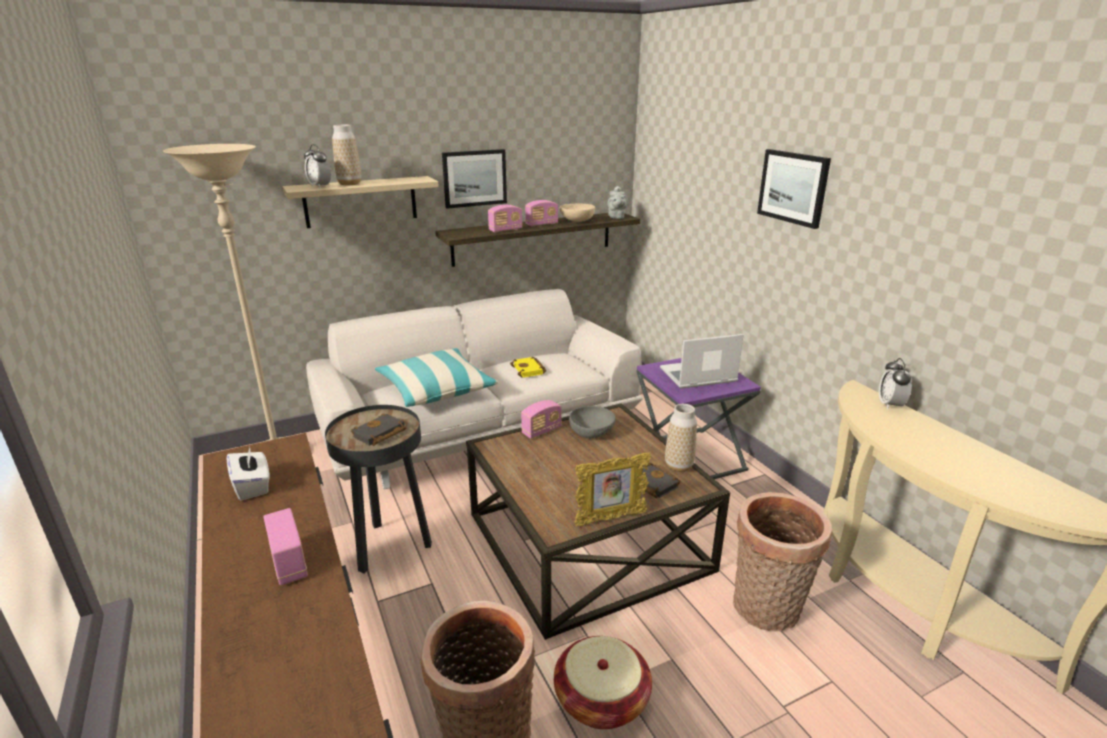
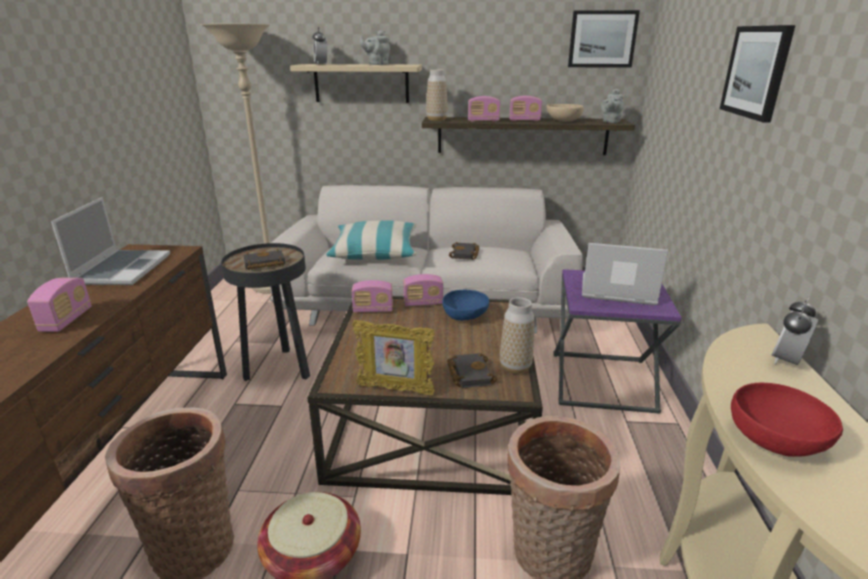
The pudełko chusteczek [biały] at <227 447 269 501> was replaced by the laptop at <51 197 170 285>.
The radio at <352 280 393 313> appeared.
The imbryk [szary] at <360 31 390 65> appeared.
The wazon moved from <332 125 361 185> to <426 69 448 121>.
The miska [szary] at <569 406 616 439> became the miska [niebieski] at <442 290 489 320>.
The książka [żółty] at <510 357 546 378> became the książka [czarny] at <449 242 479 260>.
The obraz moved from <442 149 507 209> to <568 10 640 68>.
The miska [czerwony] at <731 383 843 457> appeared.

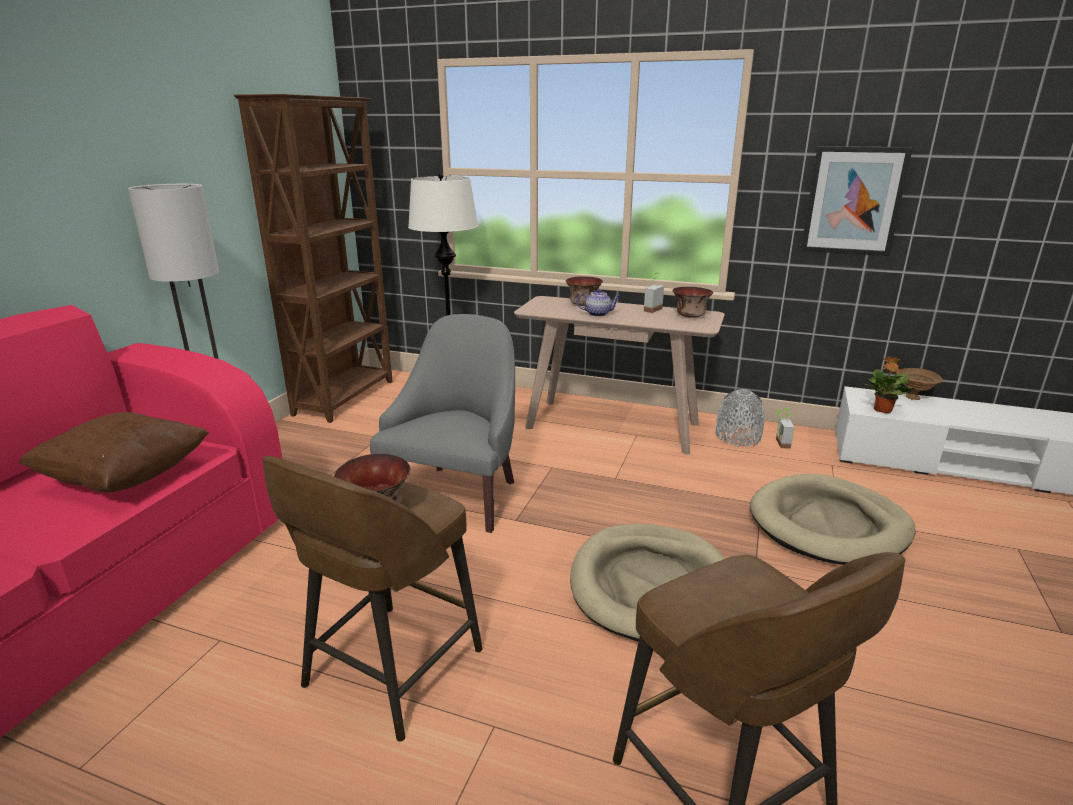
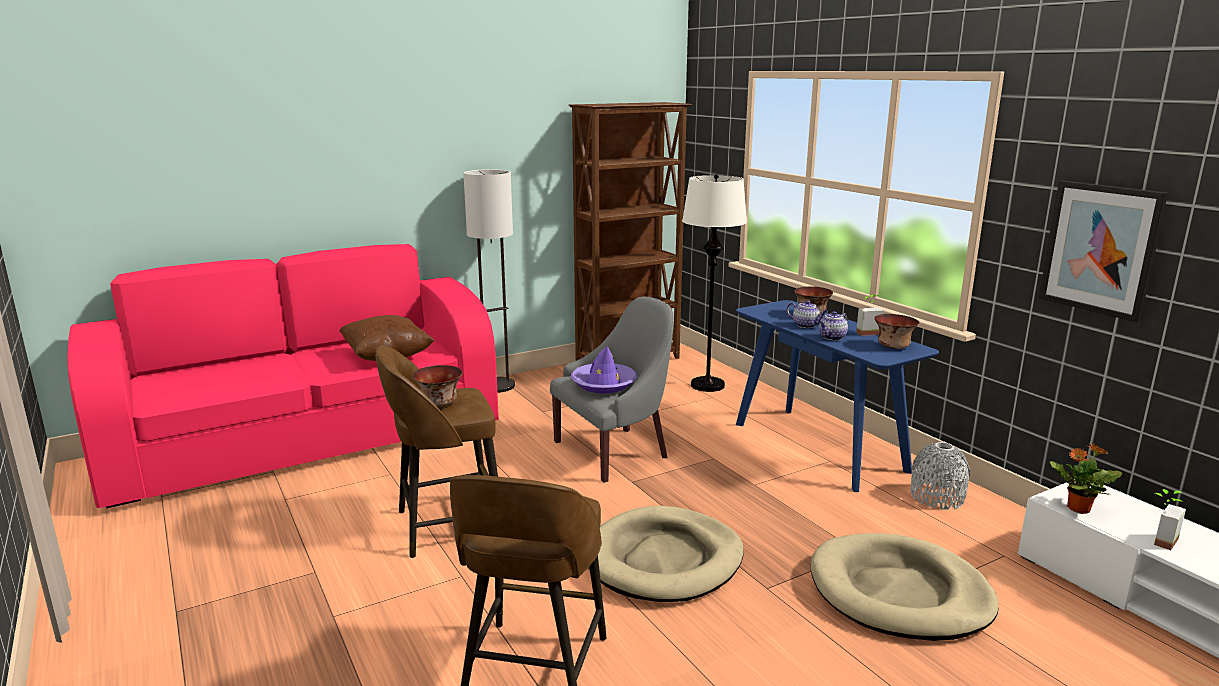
The kapelusz [fioletowy] at <571 346 637 393> appeared.
The stolik konsolowy [beżowy] at <514 296 725 455> became the stolik konsolowy [niebieski] at <736 300 939 492>.
The imbryk at <819 311 848 340> appeared.
The roślina doniczkowa moved from <775 408 795 449> to <1154 489 1186 550>.
The miska [brązowy] at <896 368 942 400> disappeared.

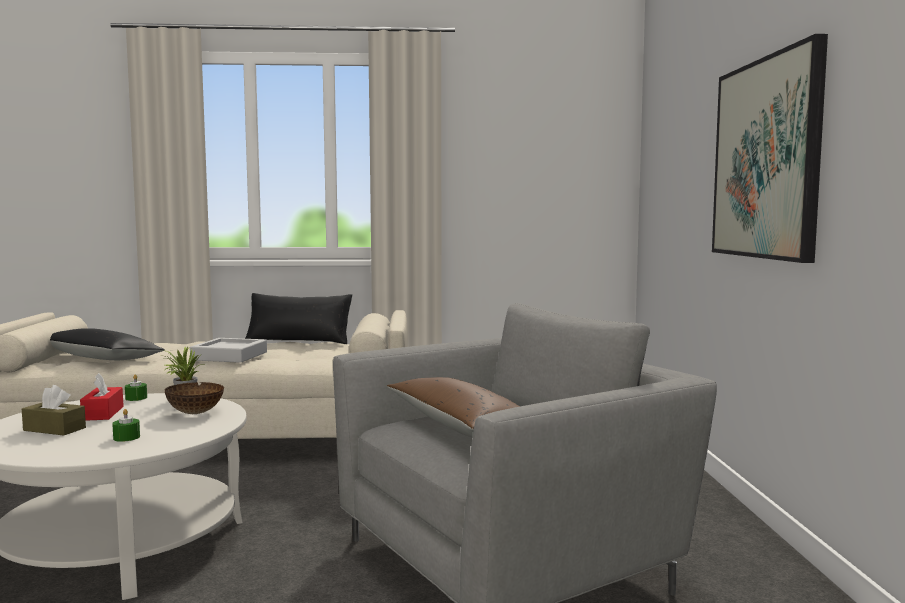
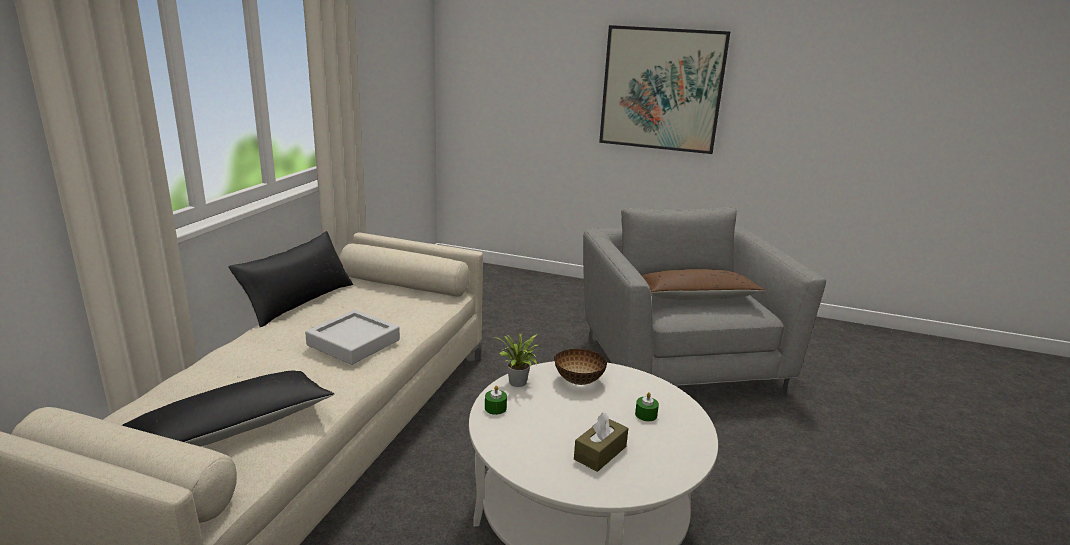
The pudełko chusteczek [czerwony] at <80 373 124 421> disappeared.

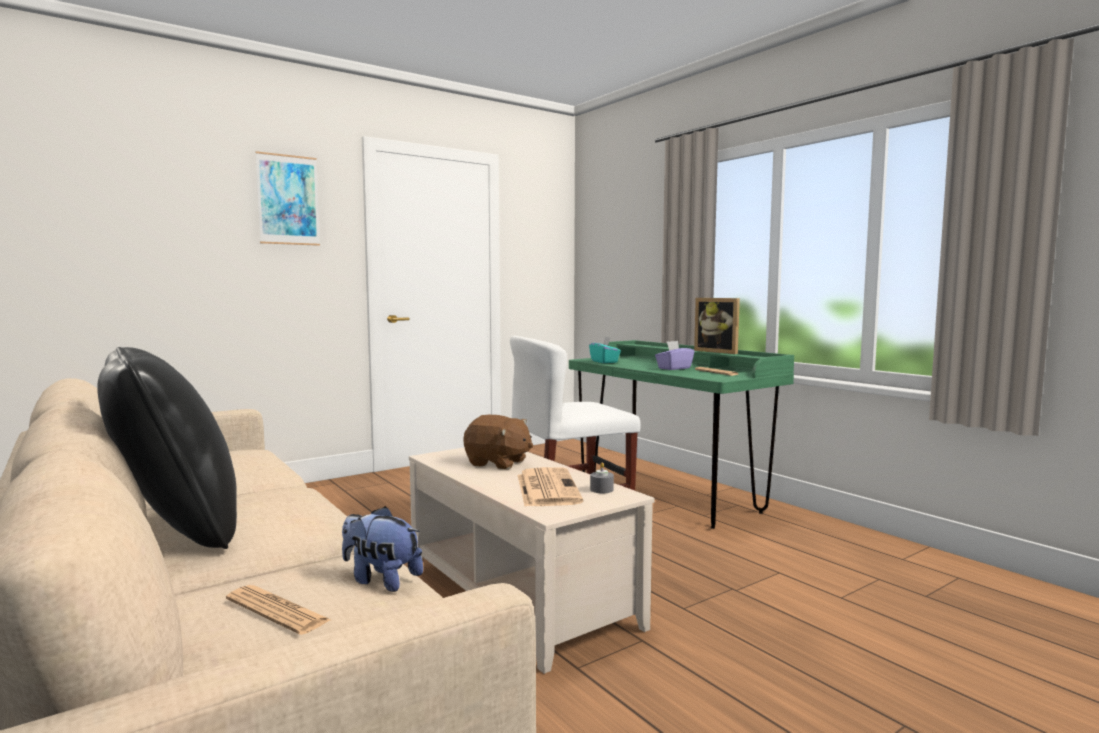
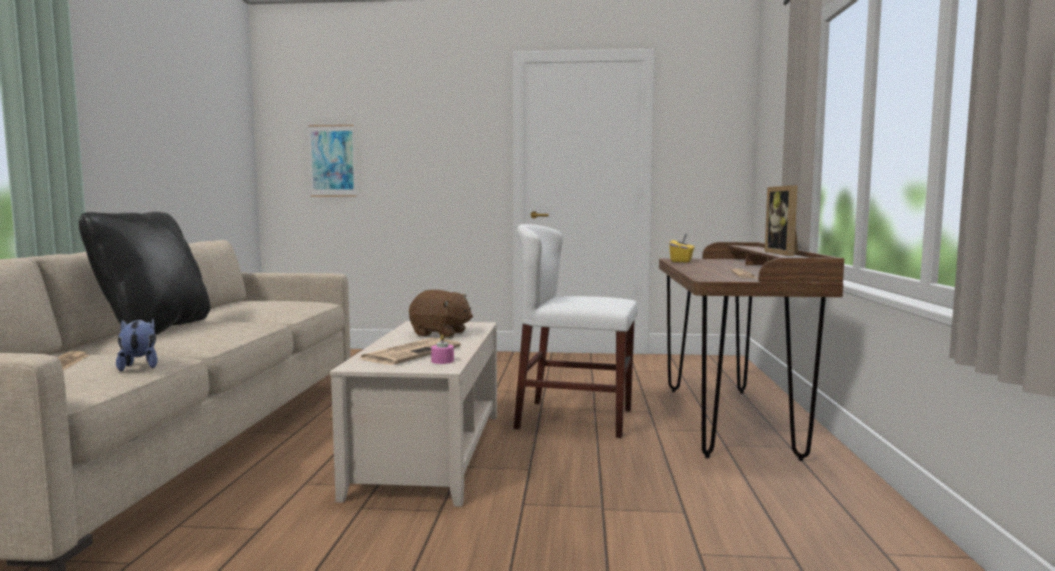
The obraz moved from <255 151 320 246> to <308 125 357 197>.
The pluszak [brązowy] at <463 415 533 470> turned 45 degrees counterclockwise.
The świeca [szary] at <590 462 614 493> became the świeca [różowy] at <431 335 454 364>.
The biurko [zielony] at <569 340 794 529> became the biurko [brązowy] at <659 242 844 461>.
The pudełko chusteczek [turkusowy] at <589 337 621 363> became the pudełko chusteczek [żółty] at <669 234 695 262>.
The pudełko chusteczek [fioletowy] at <655 341 694 370> disappeared.

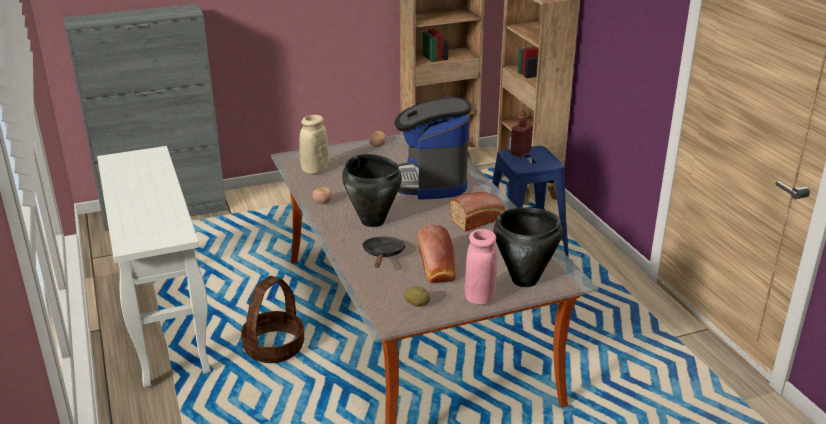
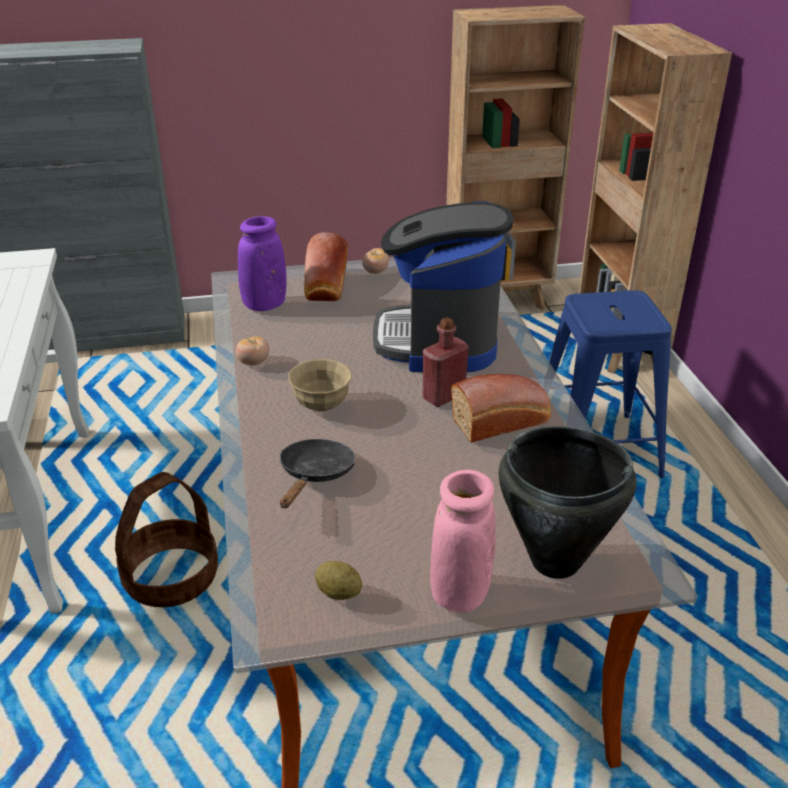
The wazon [beżowy] at <299 115 329 174> became the wazon [fioletowy] at <238 216 287 311>.
The garnek [czarny] at <342 154 402 227> was replaced by the miska [beżowy] at <288 359 352 411>.
The chleb moved from <417 225 456 283> to <304 232 348 301>.
The butelka [czerwony] moved from <511 111 533 157> to <423 317 469 407>.

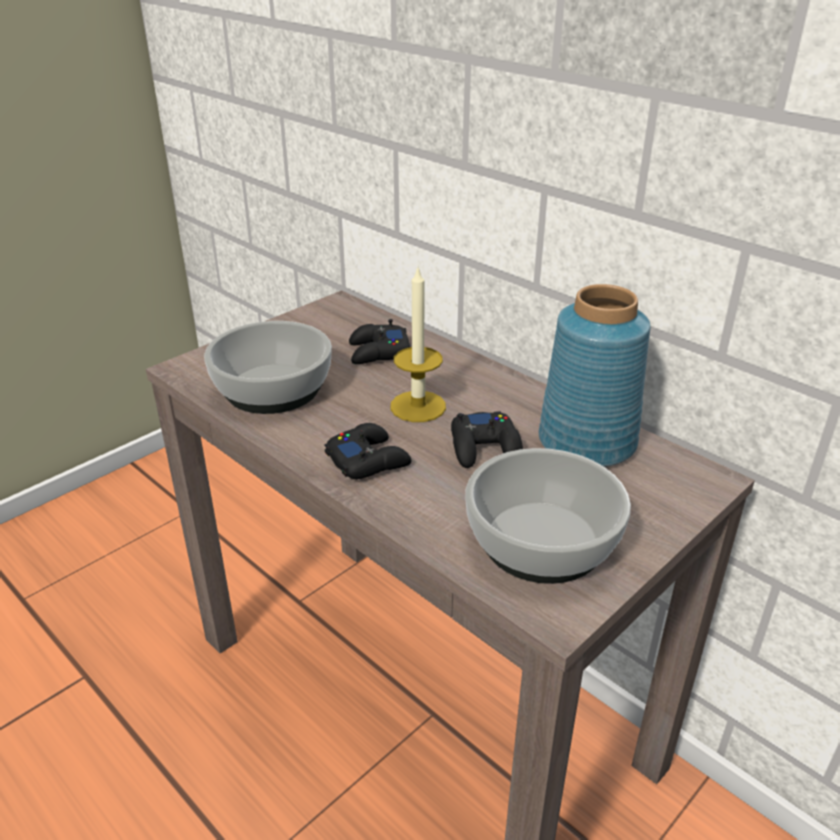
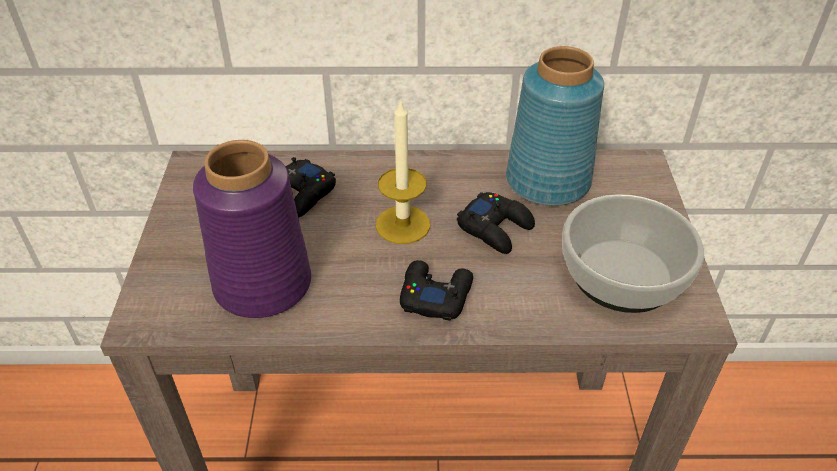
The miska at <204 321 332 414> was replaced by the wazon [fioletowy] at <193 140 311 318>.

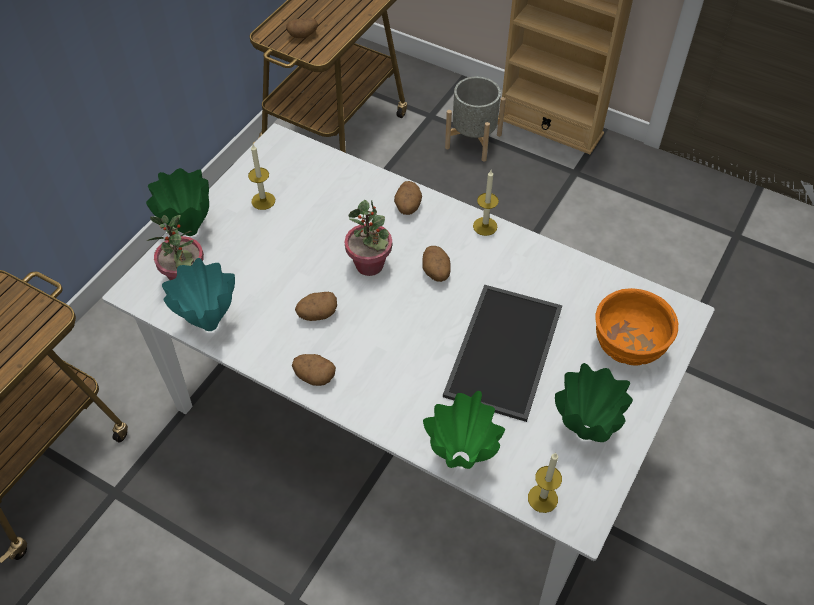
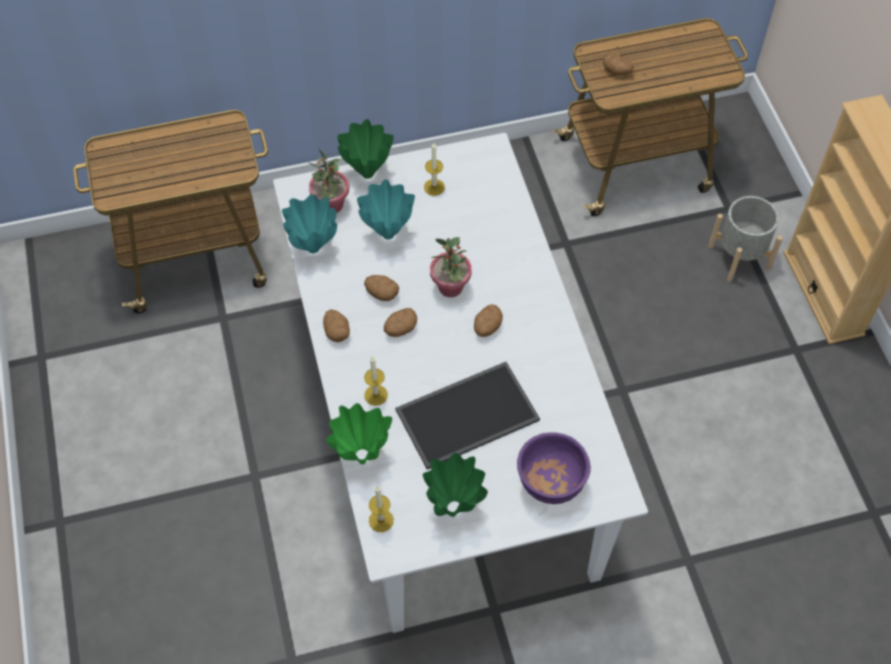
The wazon [turkusowy] at <357 179 415 240> appeared.
The świeca moved from <473 170 499 236> to <364 356 388 406>.
The ziemniak moved from <394 181 422 215> to <384 308 417 337>.
The miska [pomarańczowy] at <595 288 678 365> became the miska [fioletowy] at <517 432 591 504>.

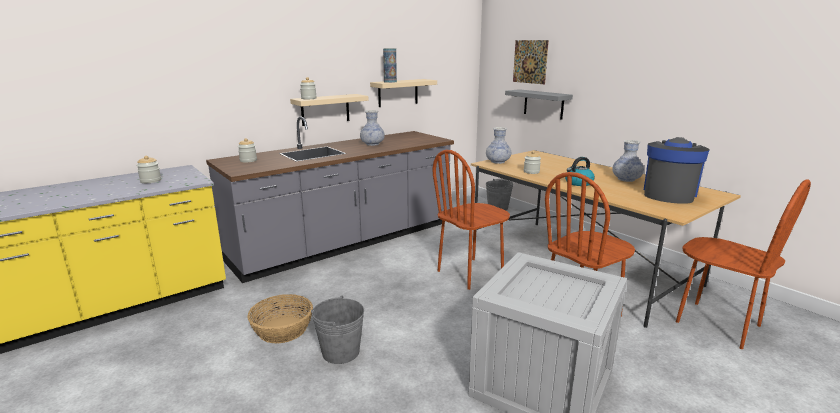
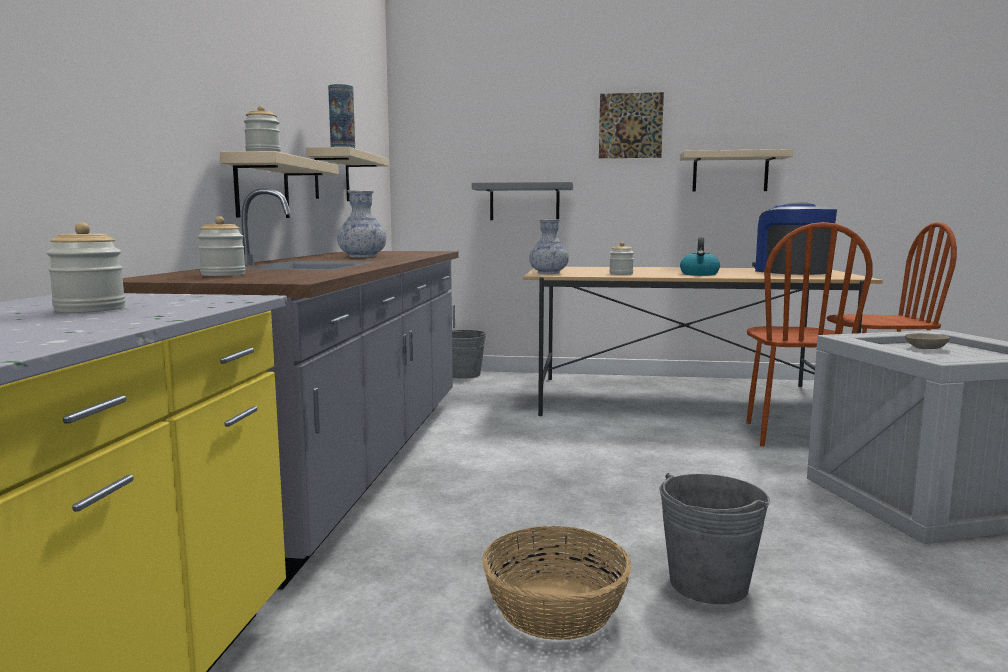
The obraz moved from <513 40 549 84> to <599 92 664 158>.
The półka [beżowy] at <680 149 793 192> appeared.
The miska [beżowy] at <905 333 950 349> appeared.
The krzesło [brązowy] at <433 150 510 290> disappeared.
The wazon at <612 140 644 182> disappeared.

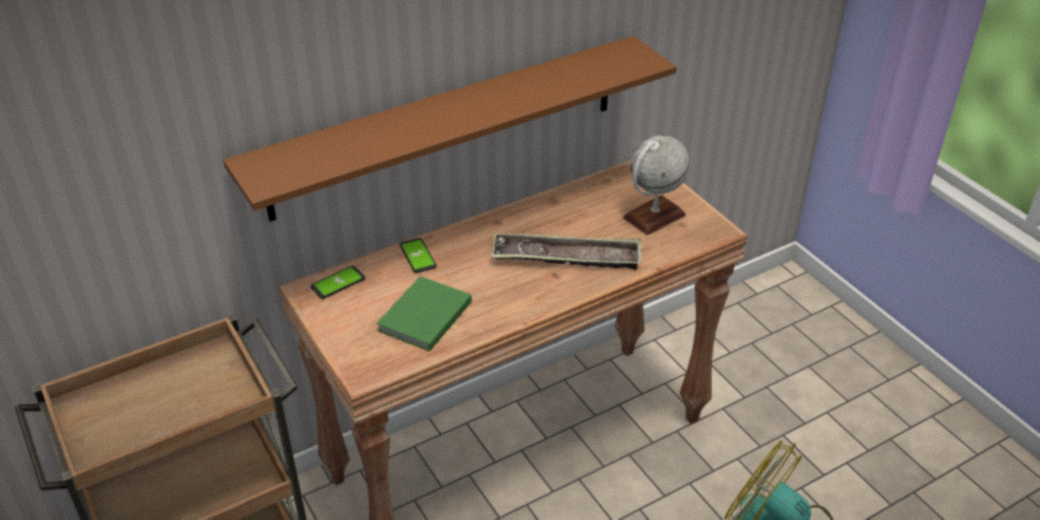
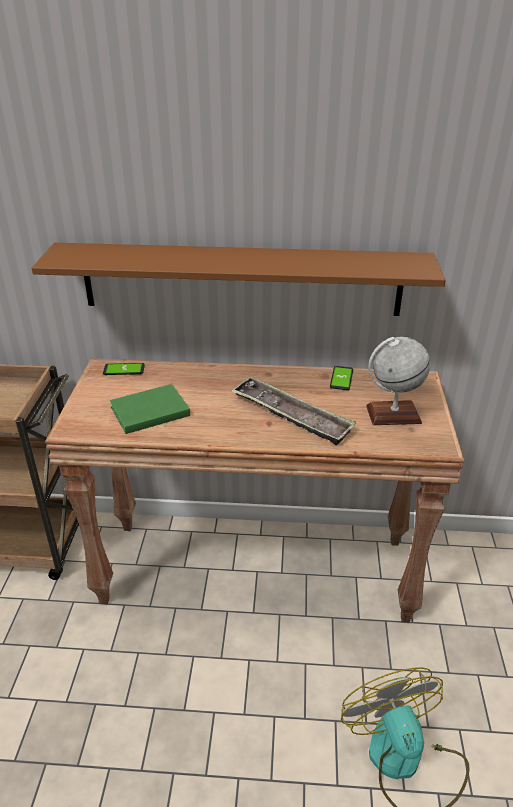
The telefon moved from <400 238 437 273> to <330 366 353 390>.

